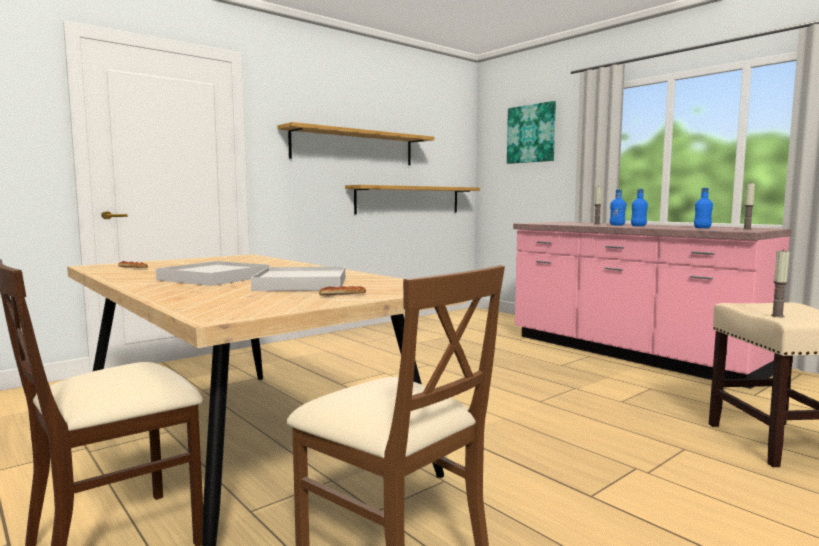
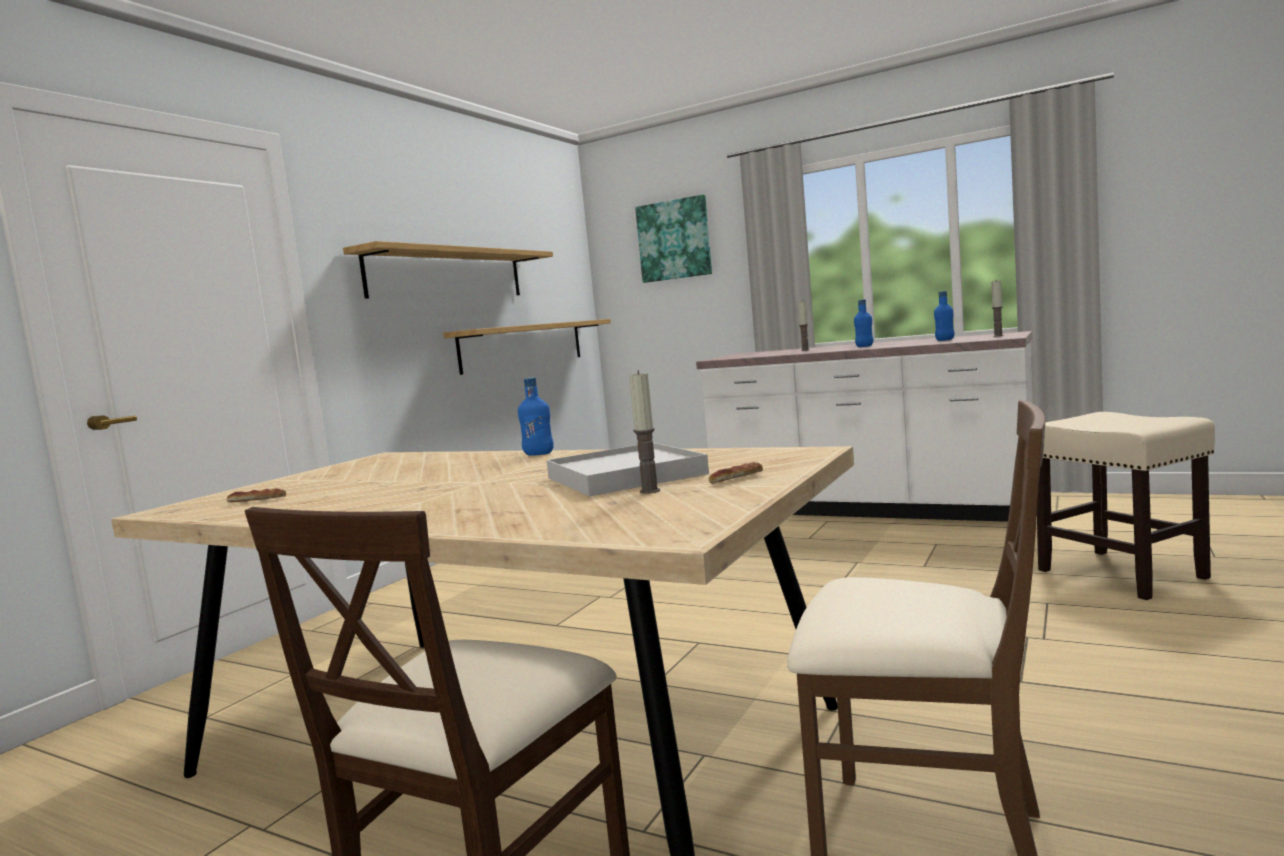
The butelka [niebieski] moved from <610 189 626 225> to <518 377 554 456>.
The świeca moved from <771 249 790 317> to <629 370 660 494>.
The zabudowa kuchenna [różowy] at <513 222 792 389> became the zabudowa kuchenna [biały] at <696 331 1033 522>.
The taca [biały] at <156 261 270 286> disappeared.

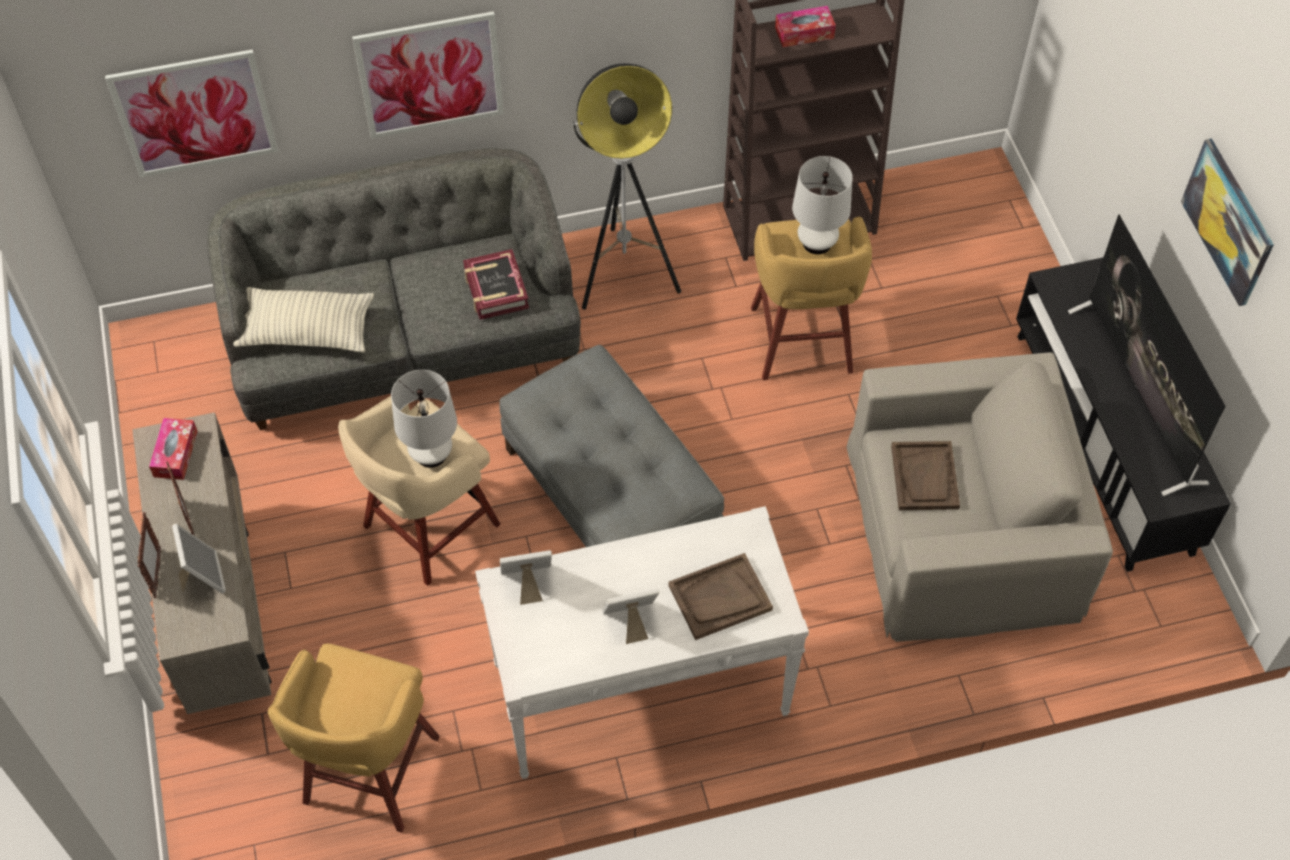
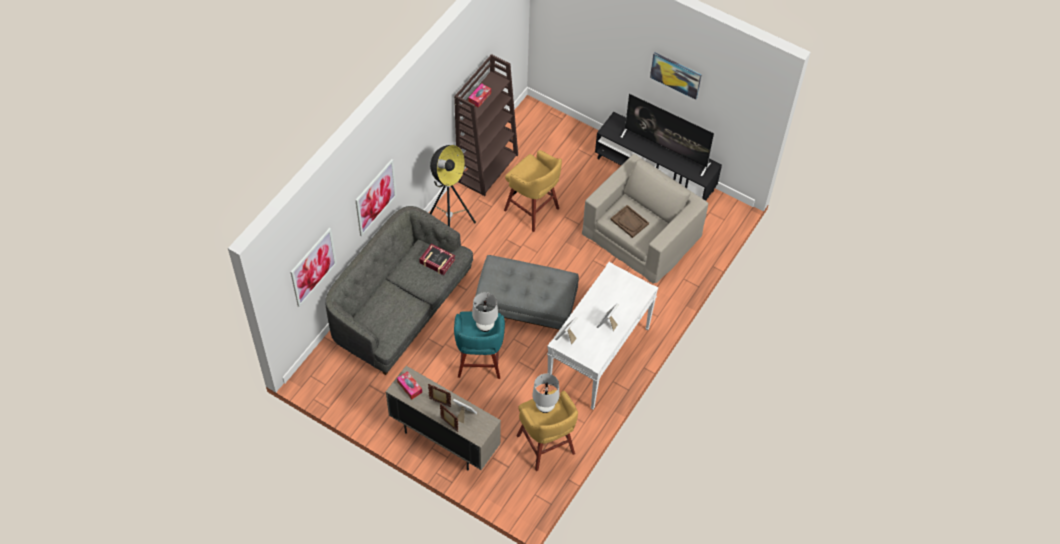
The stołek [beżowy] at <338 396 501 586> became the stołek [turkusowy] at <454 311 505 379>.
The lampa stołowa [biały] moved from <792 156 853 254> to <532 374 560 413>.
The poduszka at <233 287 374 353> disappeared.
The taca [brązowy] at <668 553 773 640> disappeared.

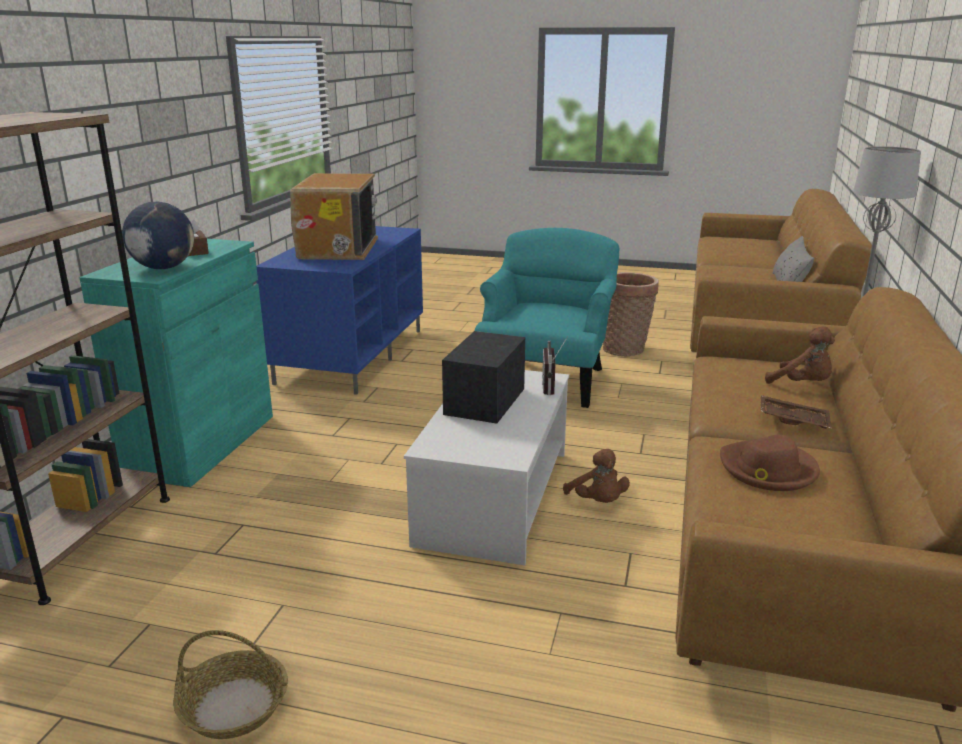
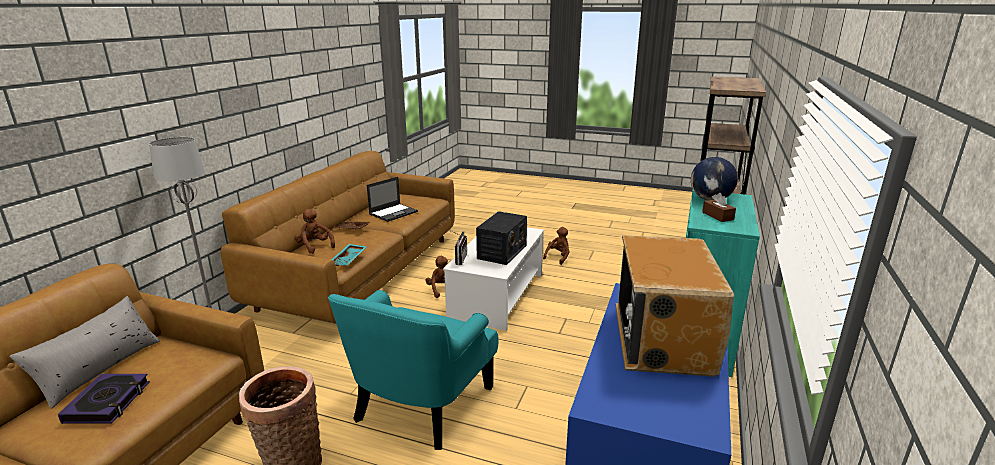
The książka at <58 374 150 424> appeared.
The taca [turkusowy] at <331 244 367 266> appeared.
The kapelusz [brązowy] at <720 435 820 491> was replaced by the laptop at <367 177 418 222>.
The pluszak [brązowy] at <543 227 569 265> appeared.
The koszyk at <173 630 288 739> disappeared.

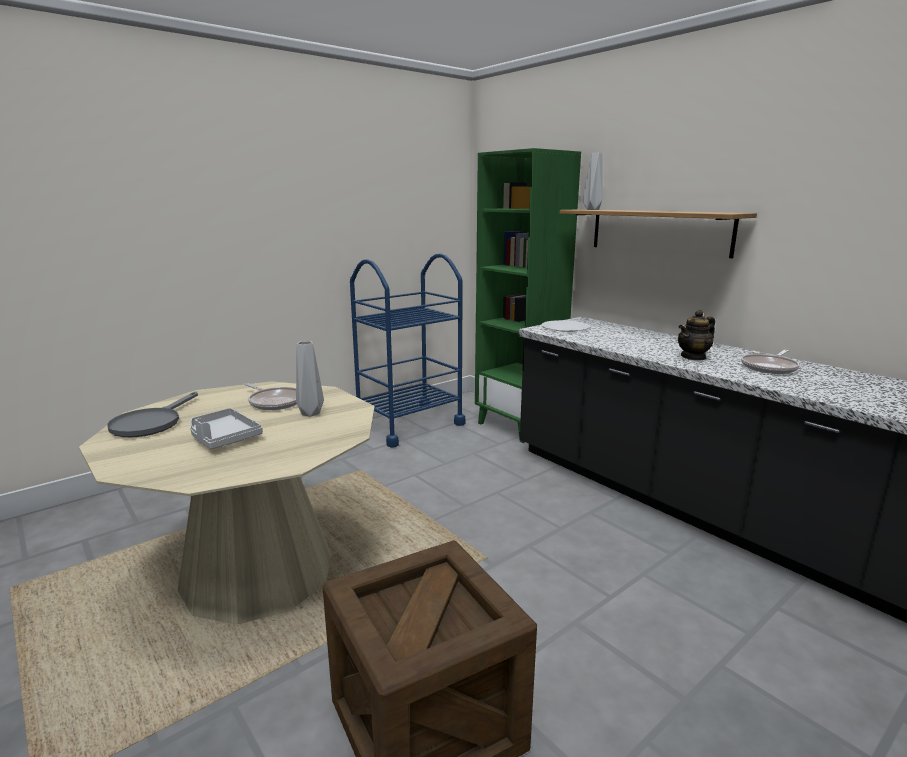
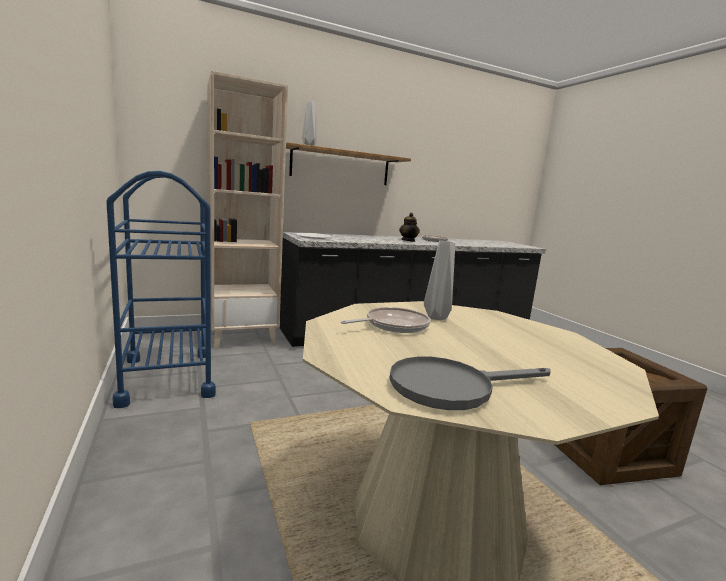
The regał [zielony] at <475 148 581 443> became the regał [beżowy] at <208 71 288 349>.
The patelnia [szary] at <107 391 198 437> turned 135 degrees clockwise.
The taca [szary] at <190 408 263 449> disappeared.

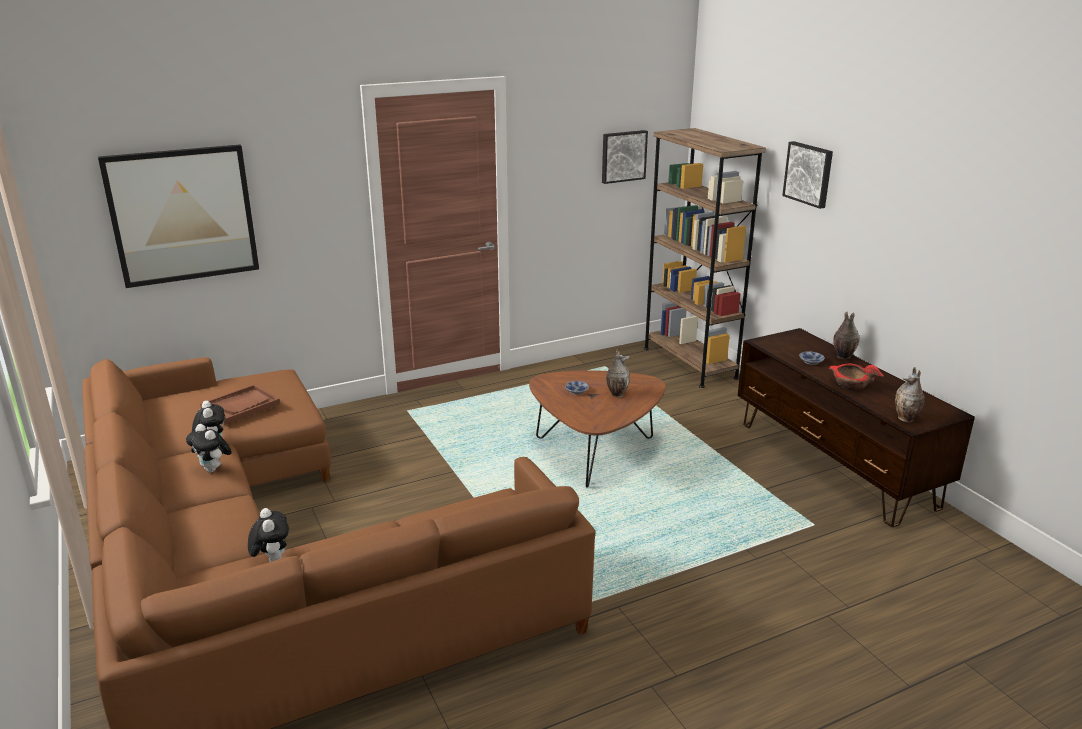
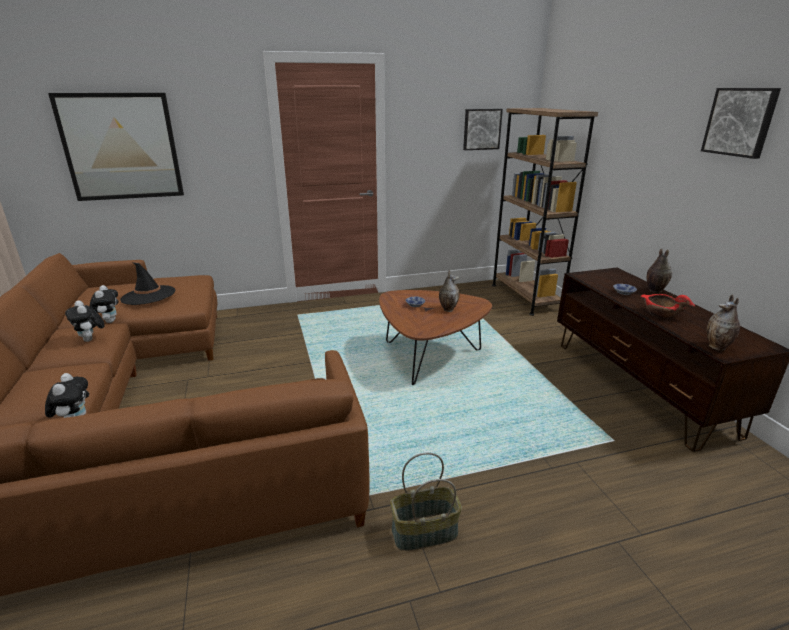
The taca [brązowy] at <200 384 280 425> was replaced by the kapelusz [czarny] at <120 262 176 305>.
The koszyk at <390 453 462 551> appeared.
The obraz moved from <782 141 833 209> to <701 88 781 159>.

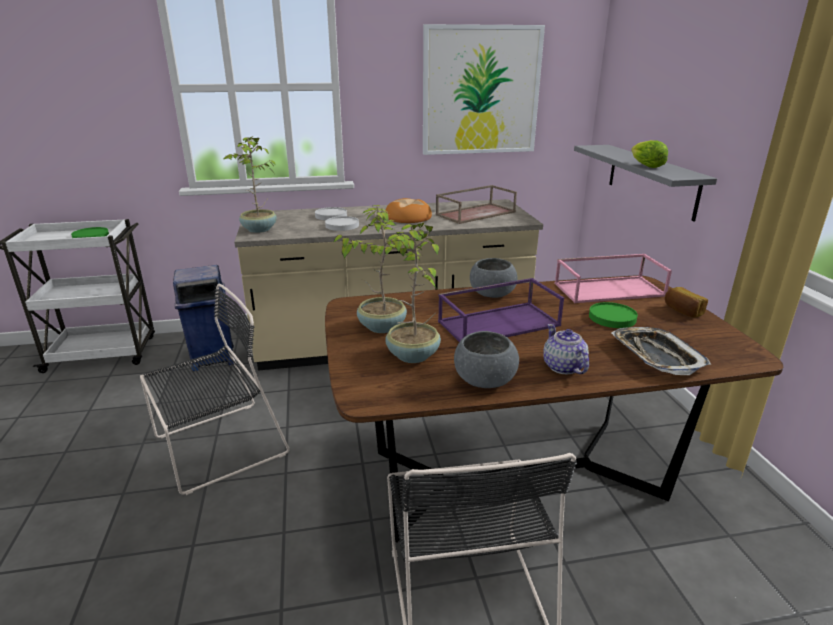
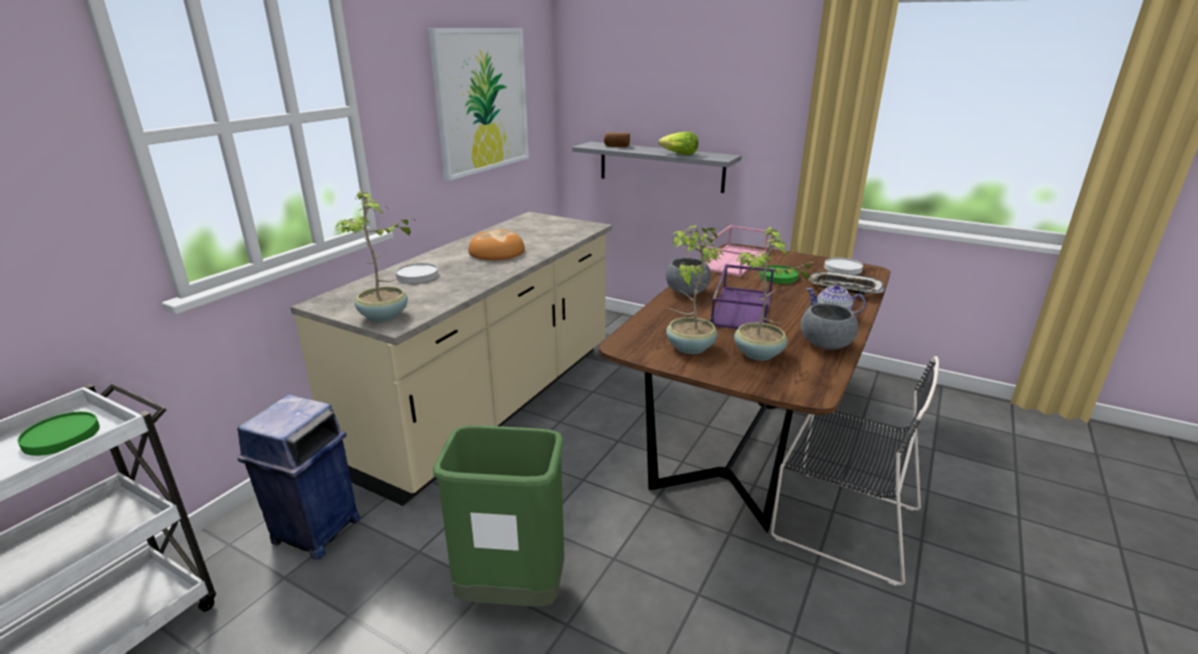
The krzesło [czarny] at <140 284 290 495> was replaced by the kosz na śmieci [zielony] at <433 425 564 606>.
The chleb moved from <665 287 708 318> to <604 132 630 147>.
The talerz [biały] moved from <325 216 359 231> to <824 258 863 275>.
The taca [brązowy] at <436 185 517 224> disappeared.

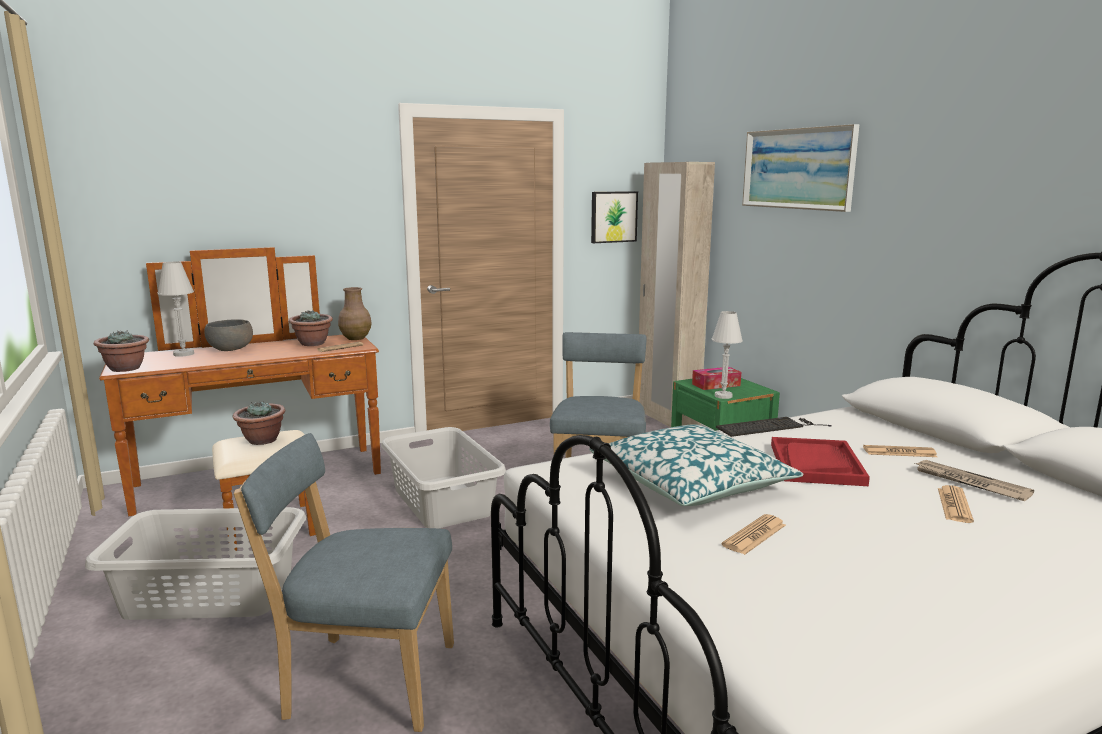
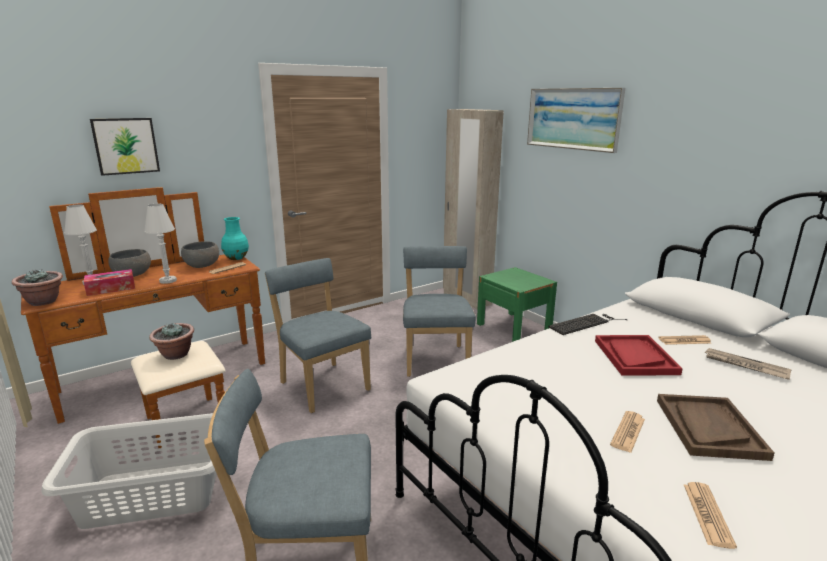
The pudełko chusteczek moved from <692 367 741 390> to <84 269 135 296>.
The obraz moved from <591 191 638 243> to <90 118 160 176>.
The lampa stołowa [biały] moved from <712 311 743 399> to <144 204 177 284>.
The roślina doniczkowa at <289 311 333 346> was replaced by the miska [szary] at <181 241 219 268>.
The wazon [brązowy] at <338 287 372 340> became the wazon [turkusowy] at <221 217 249 260>.
The kosz na pranie [szary] at <381 427 506 528> was replaced by the krzesło [niebieski] at <265 258 371 413>.
The taca [brązowy] at <657 394 774 461> appeared.
The gazeta moved from <938 485 974 523> to <684 482 737 549>.
The poduszka at <590 424 803 506> disappeared.

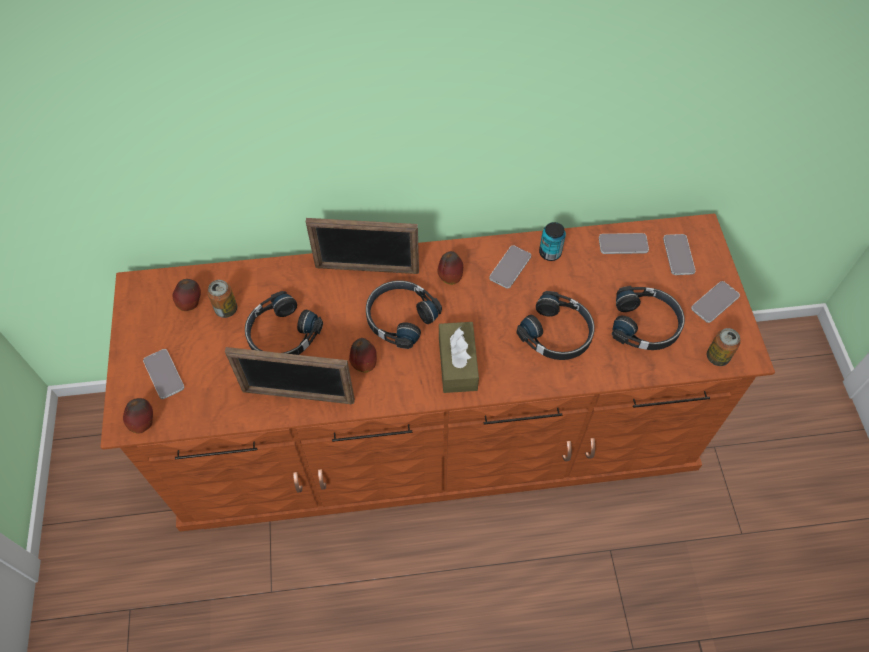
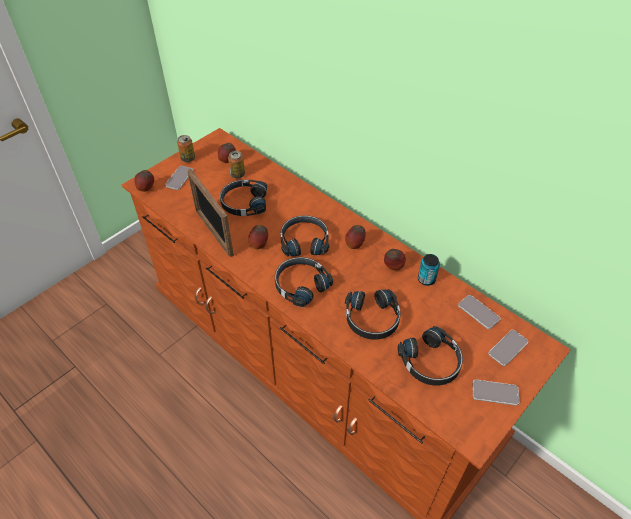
The puszka moved from <707 328 741 366> to <177 135 195 162>.
The pudełko chusteczek [brązowy] at <439 322 479 393> was replaced by the słuchawki [czarny] at <275 257 333 307>.
The telefon at <489 245 531 289> was replaced by the jabłko at <384 249 406 270>.
The ramka na zdjęcie at <306 218 419 274> disappeared.

